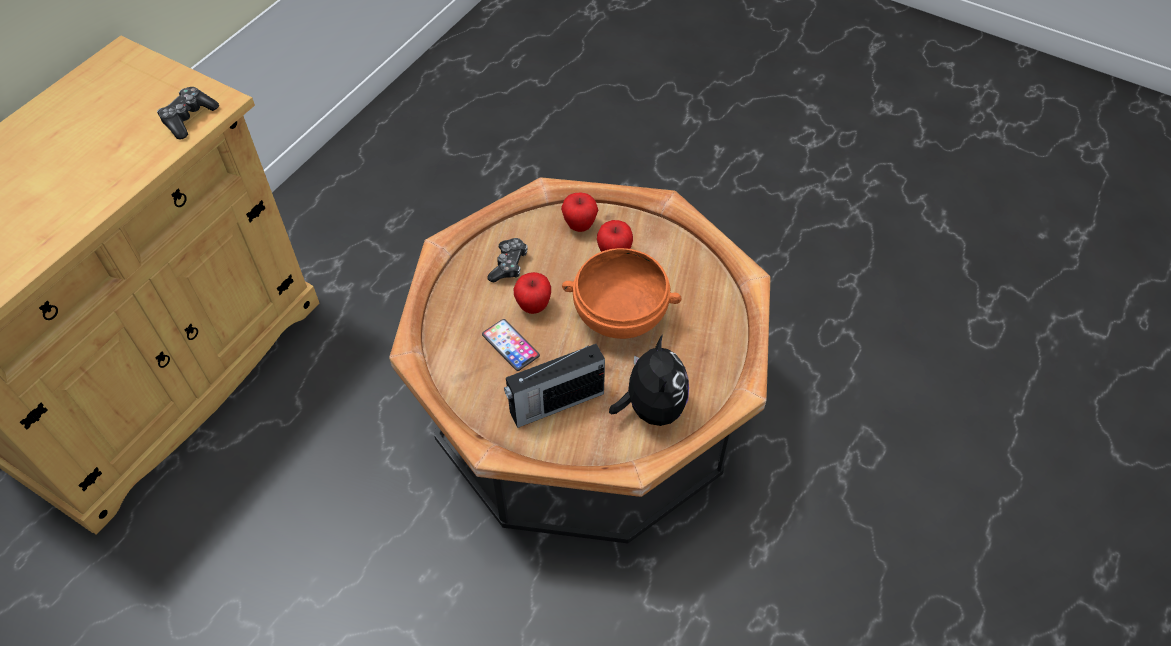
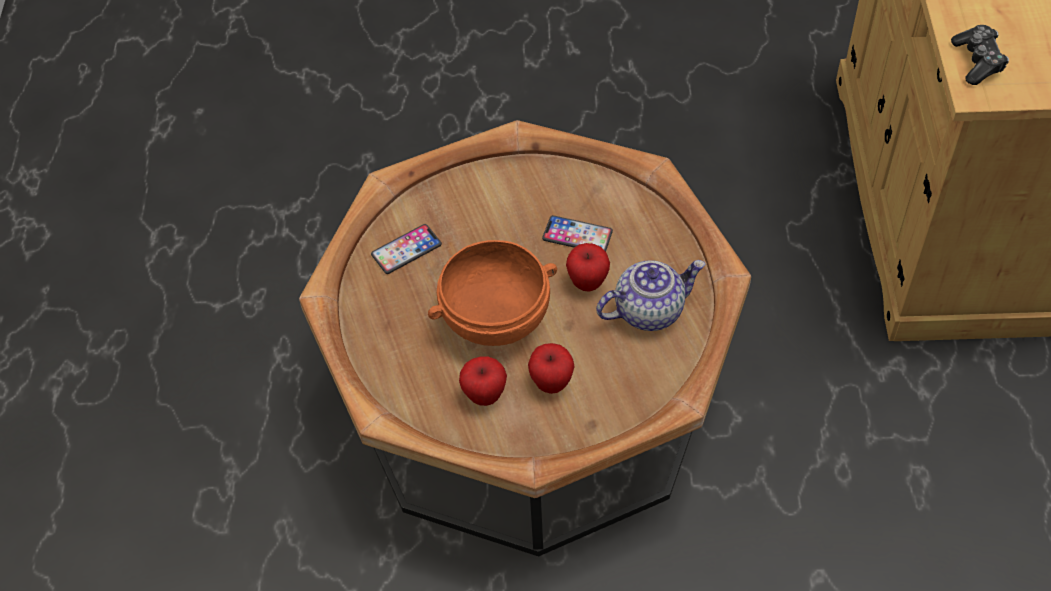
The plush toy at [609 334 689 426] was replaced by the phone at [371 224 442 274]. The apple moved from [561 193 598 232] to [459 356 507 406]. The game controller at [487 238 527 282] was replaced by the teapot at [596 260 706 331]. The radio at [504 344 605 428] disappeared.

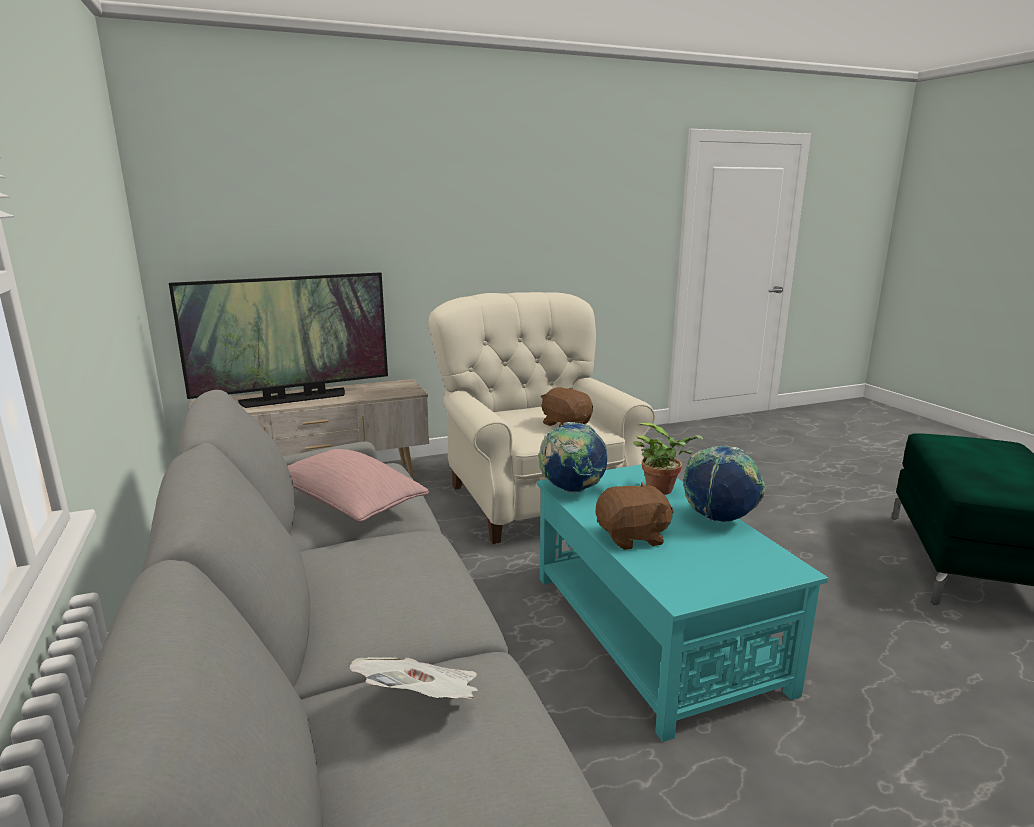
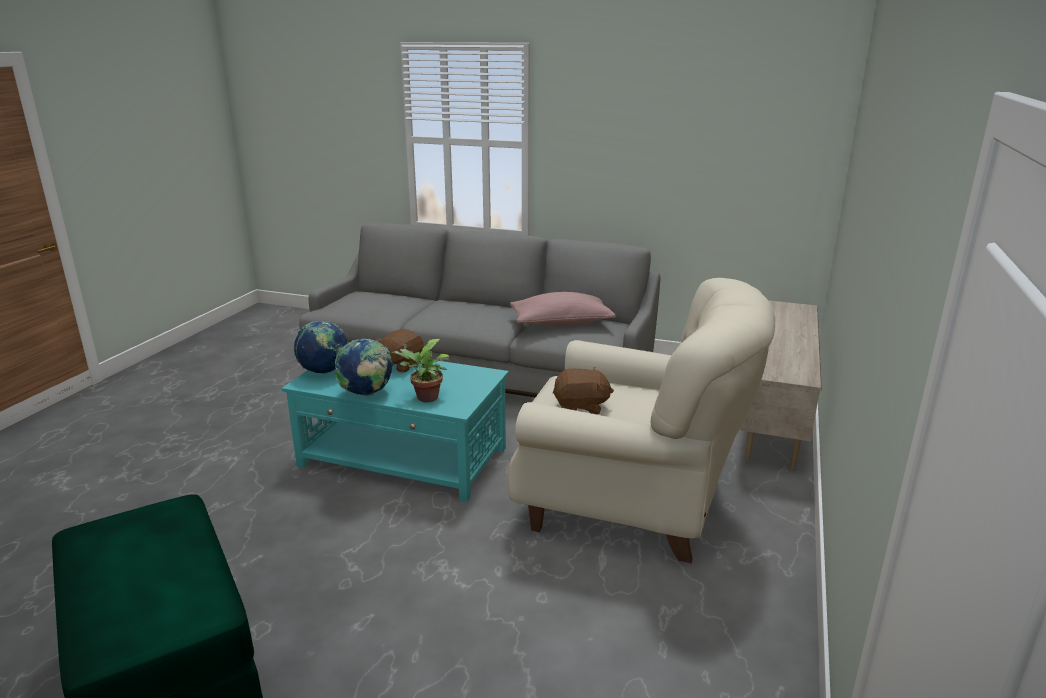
The globe moved from [539 422 607 493] to [294 321 347 374]. The television at [169 272 388 408] disappeared. The newspaper at [350 657 478 699] disappeared.

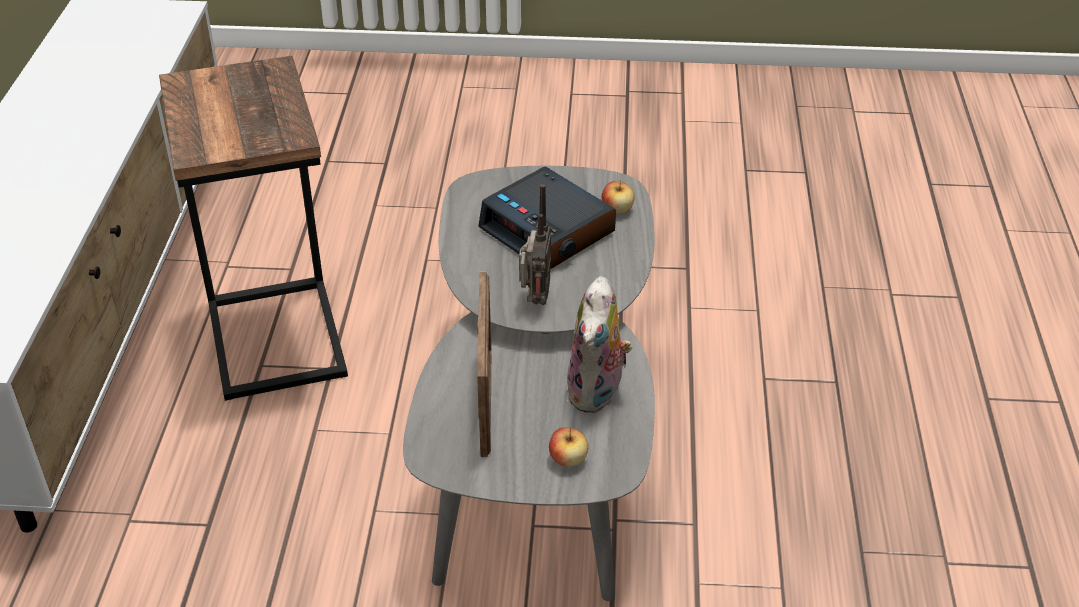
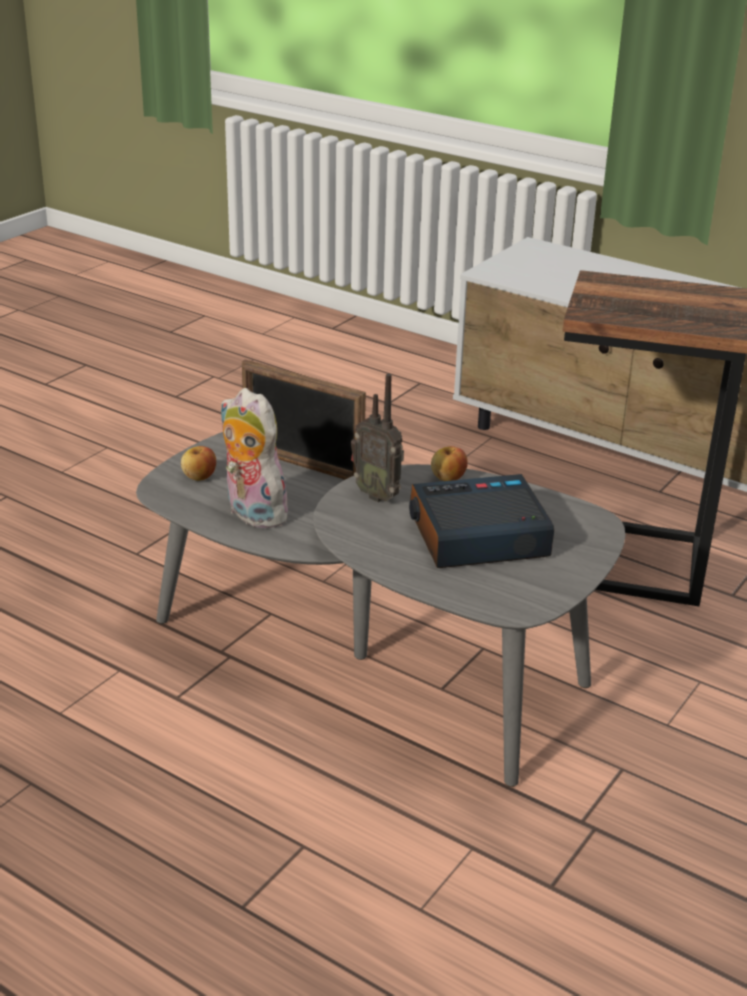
The apple moved from [602 180 635 214] to [431 446 468 481].

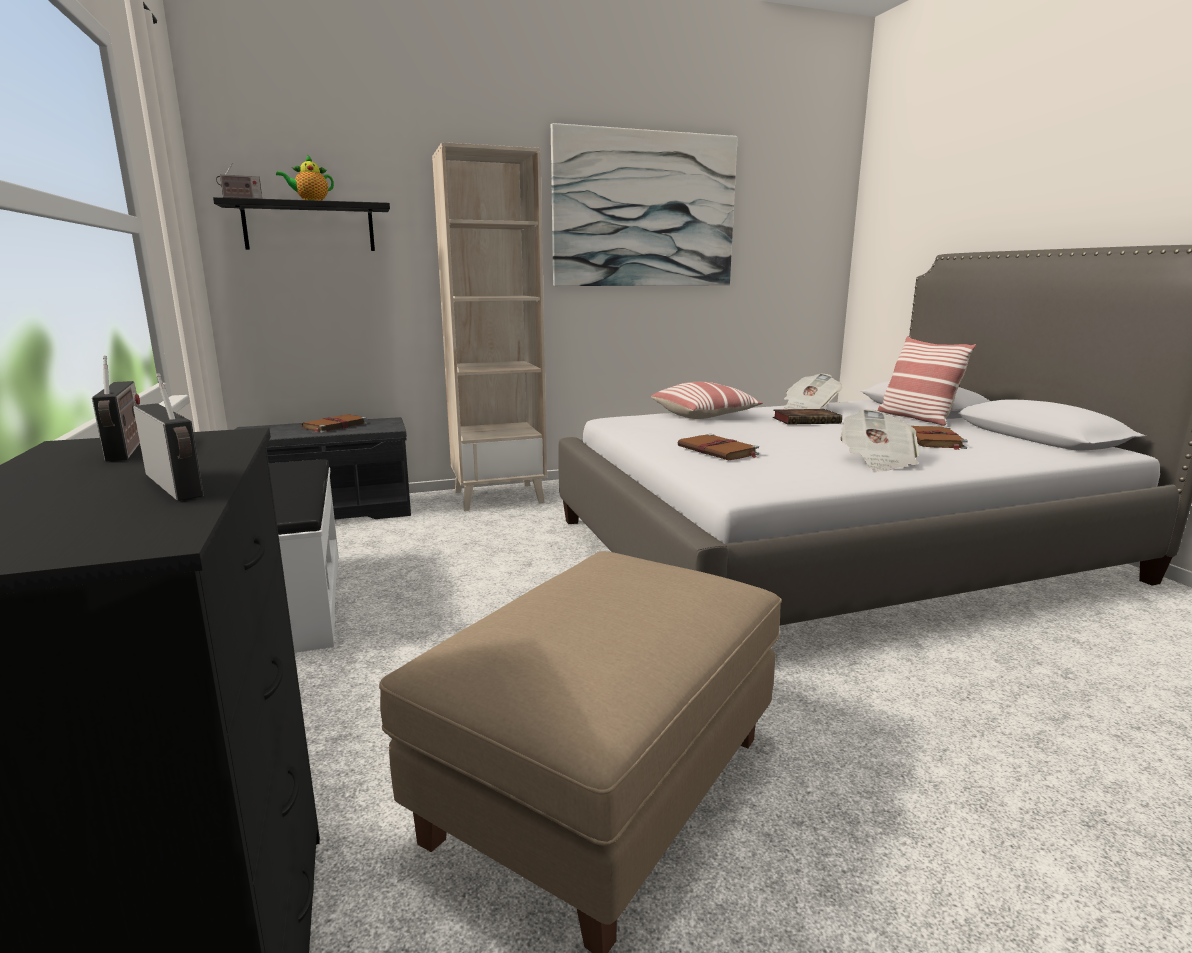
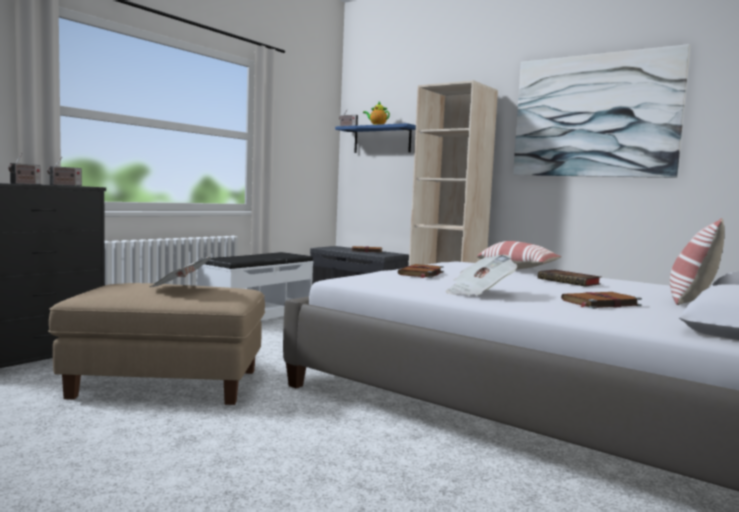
The newspaper moved from [783 374 842 409] to [150 256 212 287]. The black shelf at [213 197 390 251] became the blue shelf at [335 123 416 153].

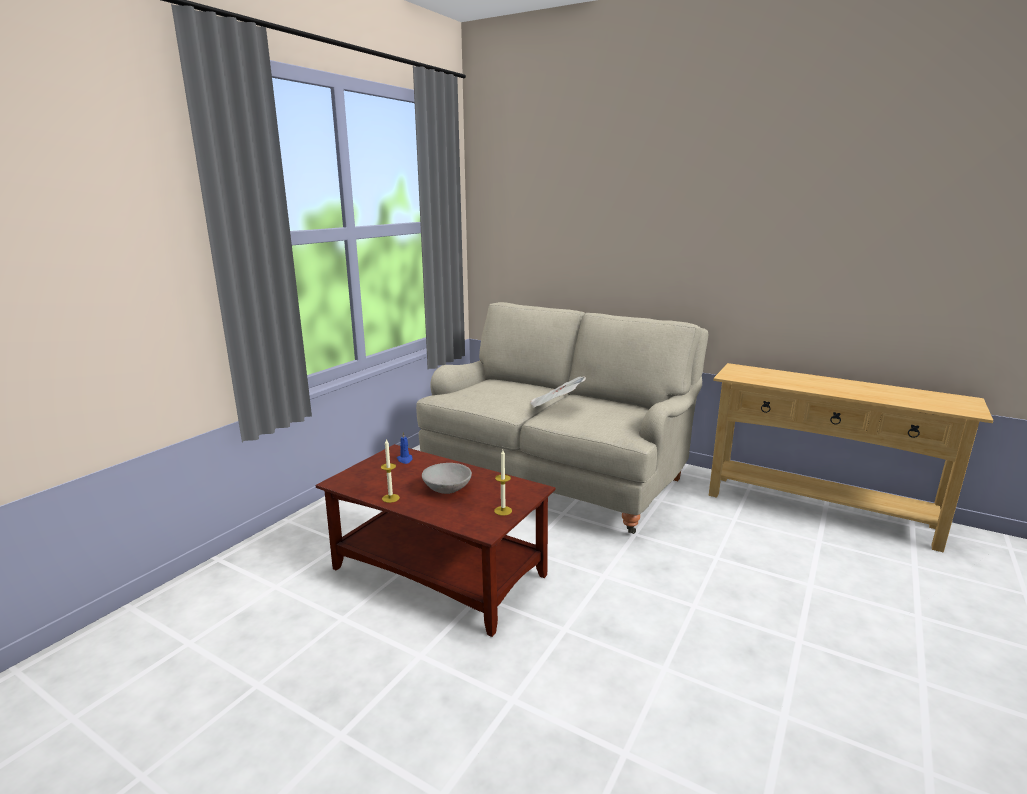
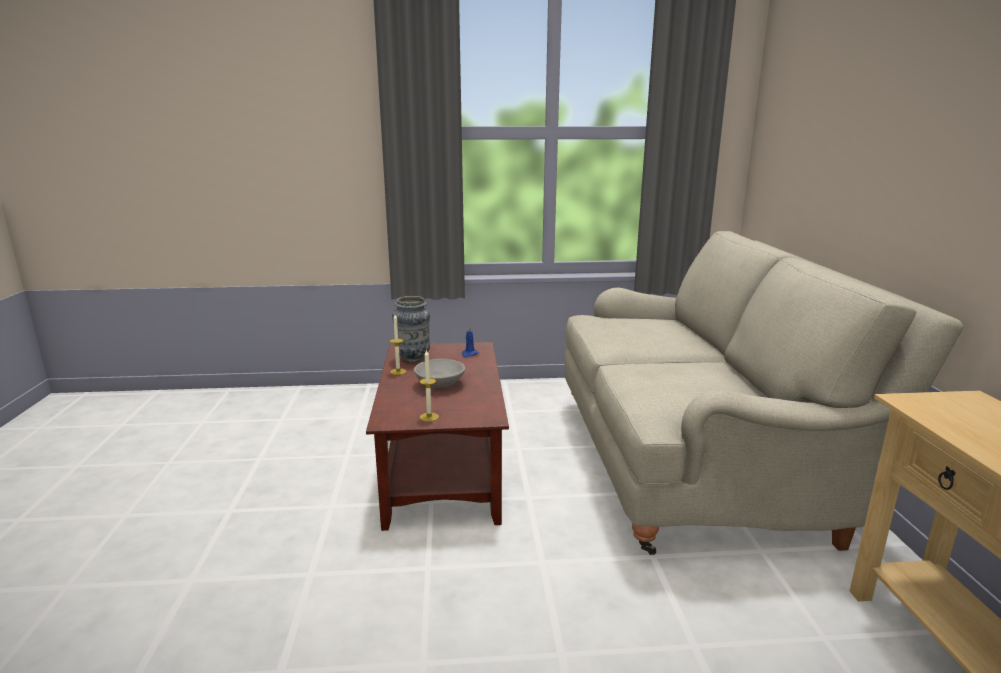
The vase at [392 296 430 363] appeared. The newspaper at [531 376 586 408] disappeared.

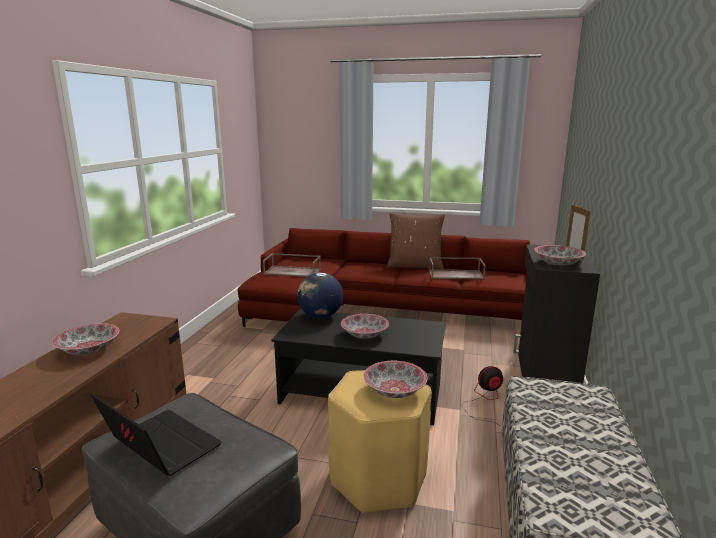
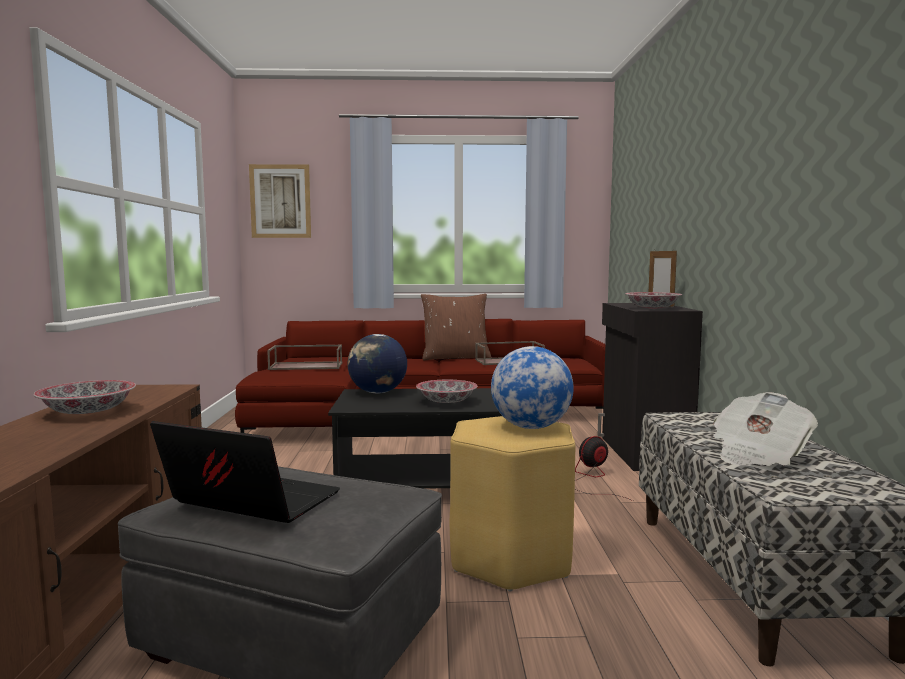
The picture at [249 164 311 238] appeared. The bowl at [364 361 428 398] was replaced by the globe at [491 346 574 429]. The newspaper at [713 392 818 466] appeared.

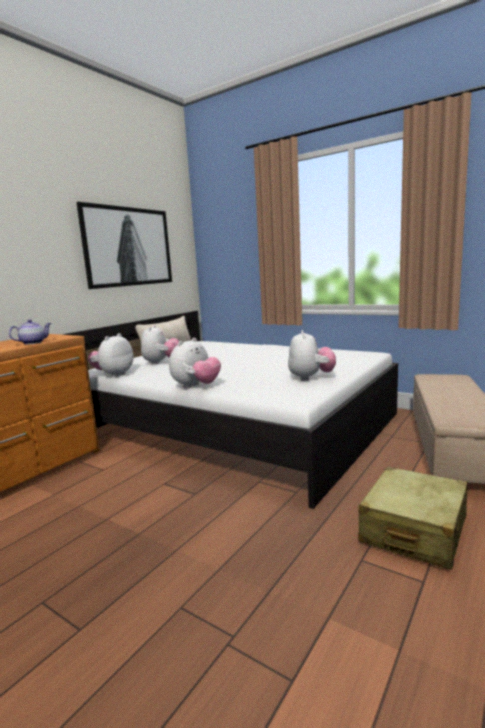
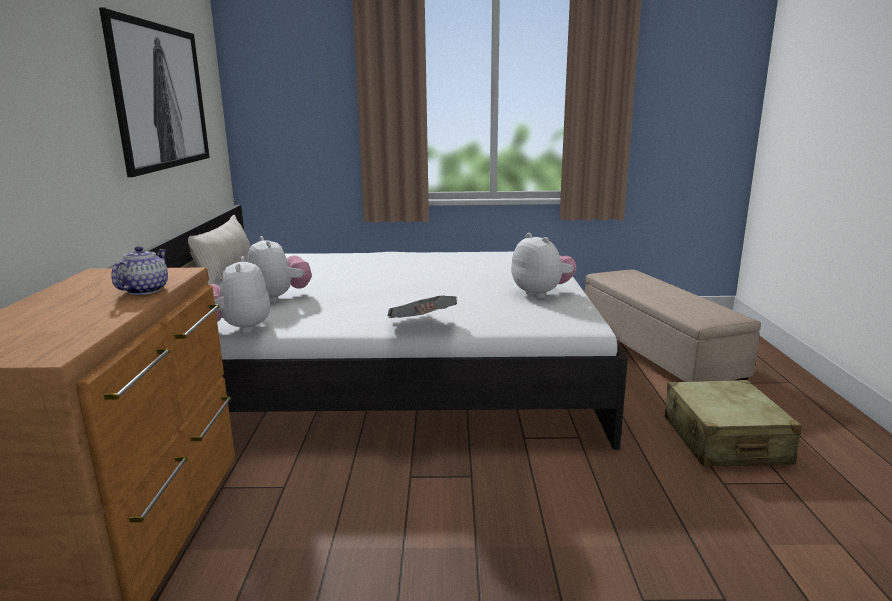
The plush toy at [169 338 221 389] was replaced by the newspaper at [387 296 457 318].

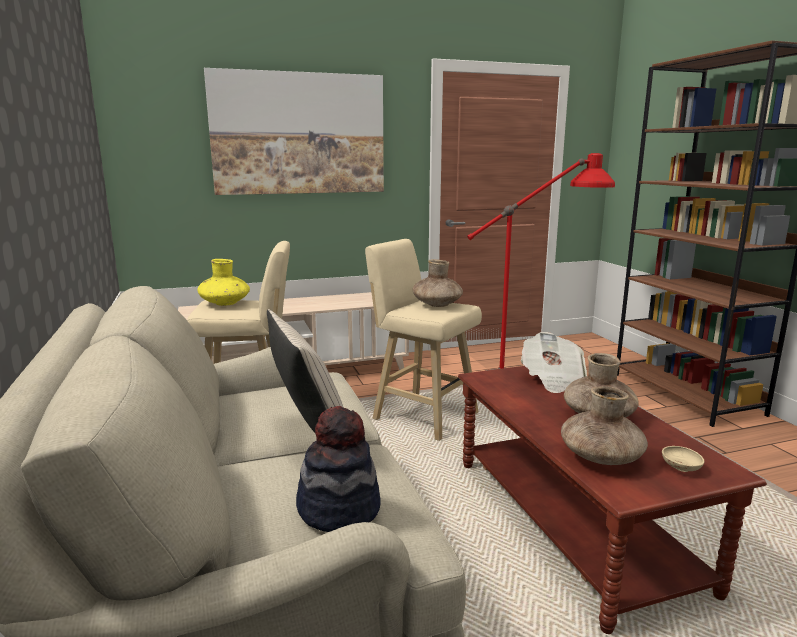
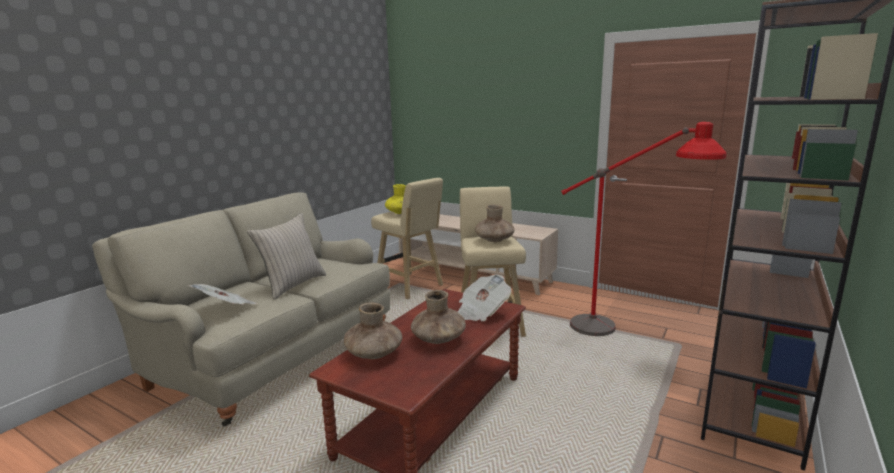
The hat at [296 406 381 532] was replaced by the newspaper at [188 284 258 305]. The picture at [204 68 384 195] disappeared. The beige bowl at [662 446 704 472] disappeared.

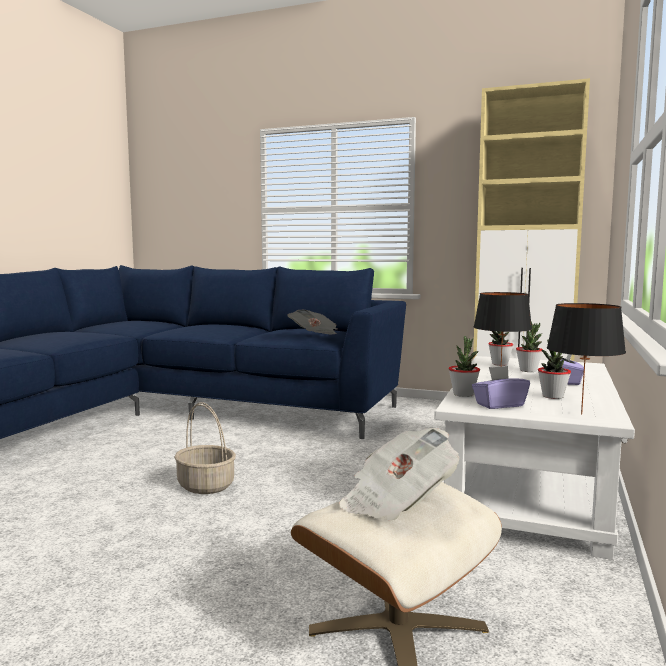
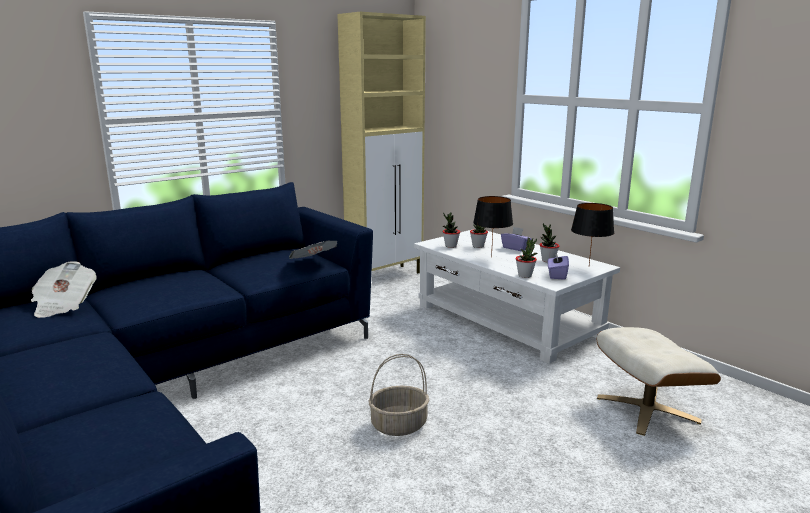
The newspaper moved from [339 428 459 521] to [31 261 96 318].

